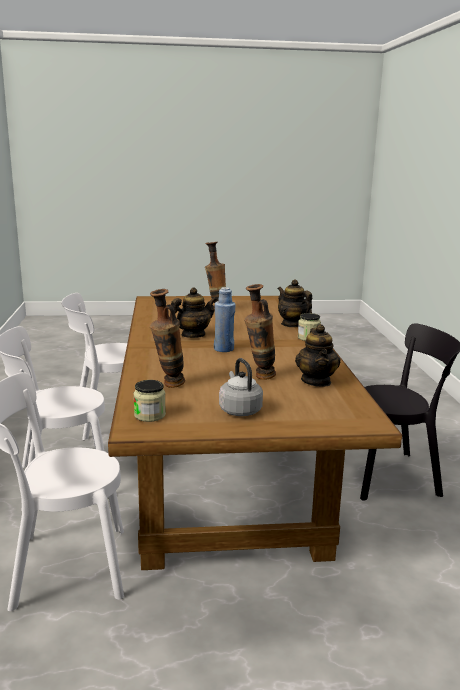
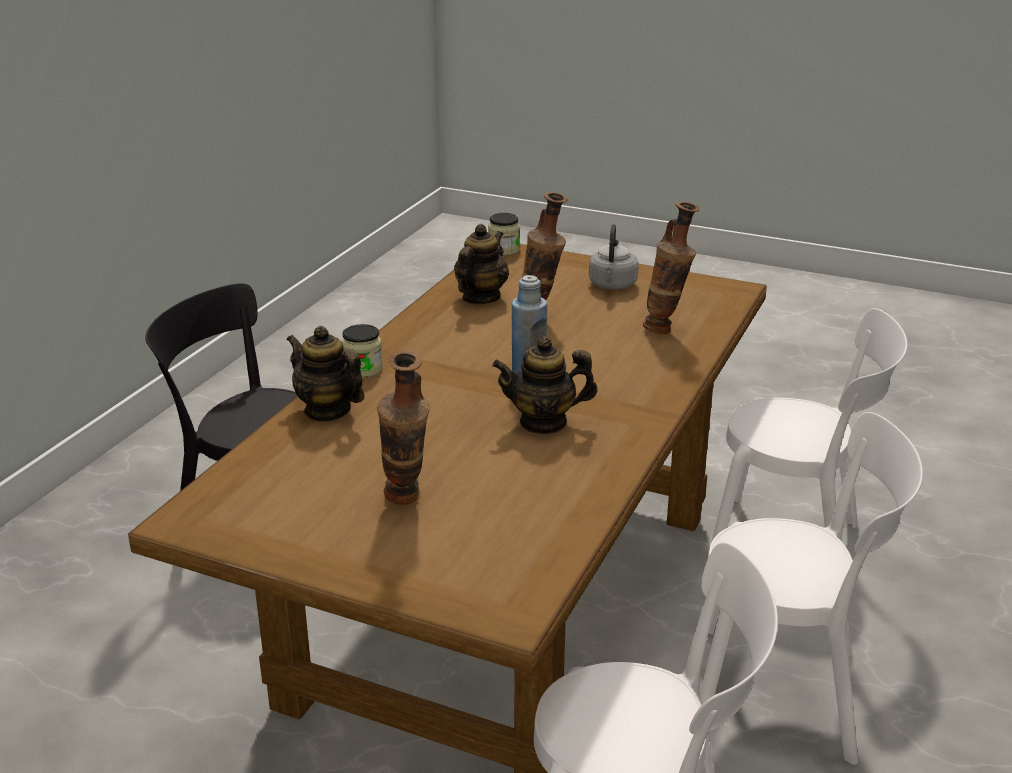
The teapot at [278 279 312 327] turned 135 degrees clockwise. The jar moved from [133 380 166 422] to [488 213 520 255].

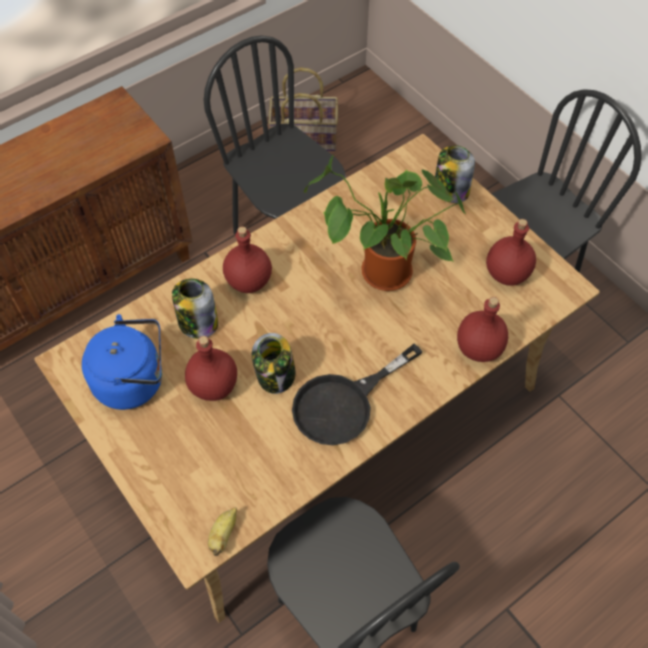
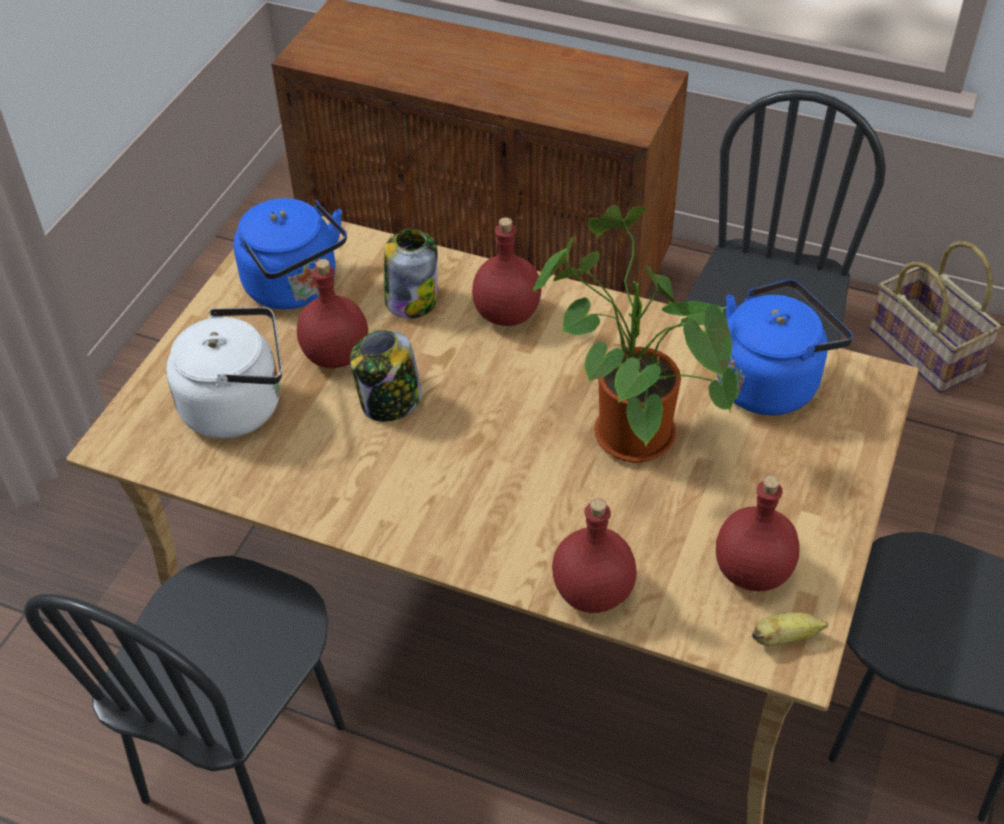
The white kettle at [166 307 282 438] appeared. The blue kettle at [717 279 853 415] appeared. The banana moved from [208 507 237 556] to [752 612 828 646]. The black frying pan at [292 344 422 445] disappeared. The jar at [435 145 475 203] disappeared.

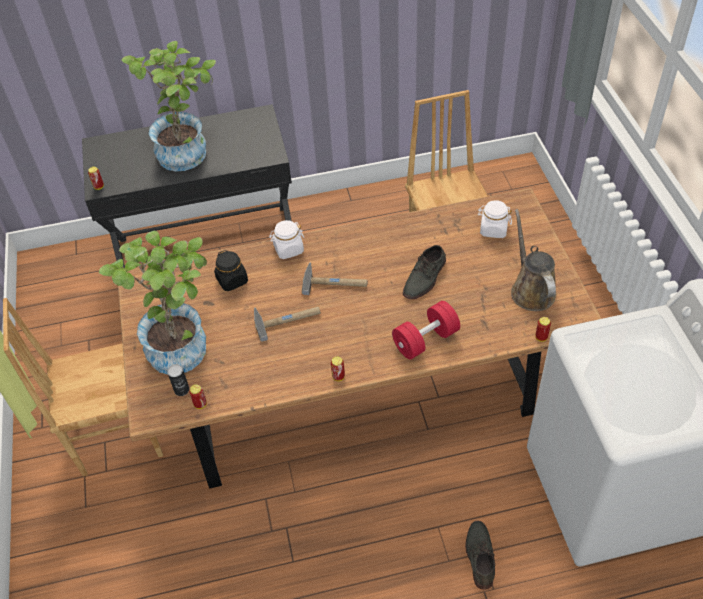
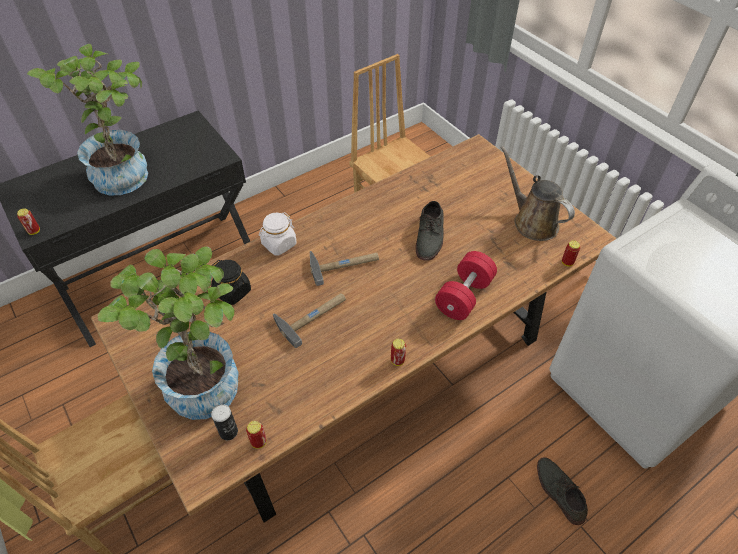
The white jar at [478 200 512 238] disappeared.

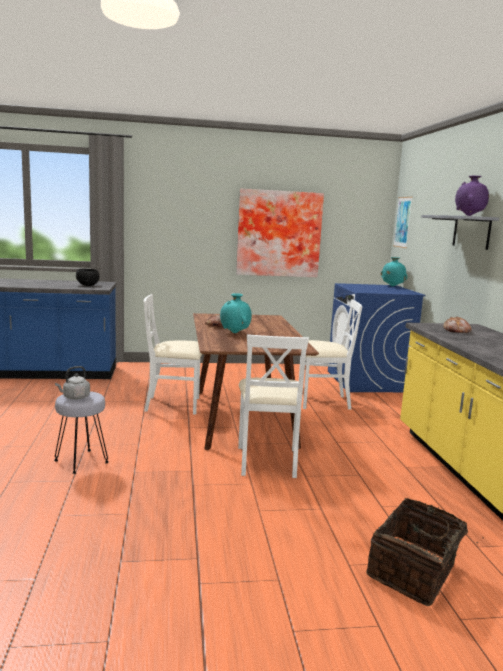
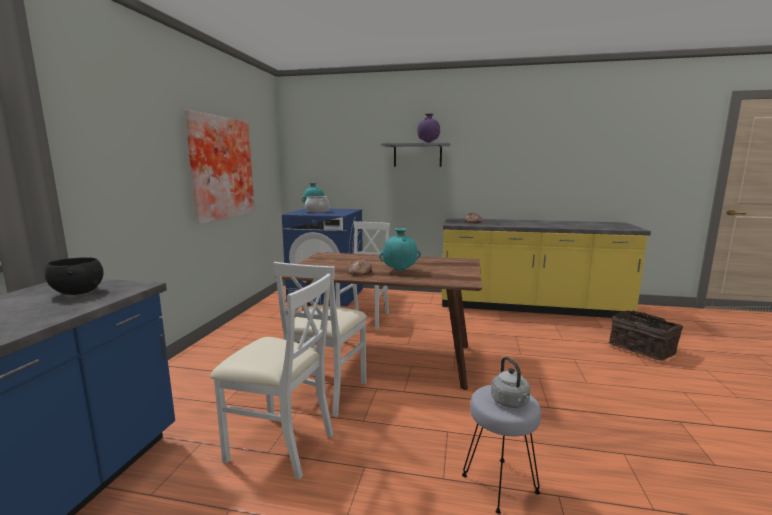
The white chair moved from [238 334 309 478] to [210 274 333 480]. The cooking pot at [305 196 329 213] appeared. The picture at [393 197 413 248] disappeared.

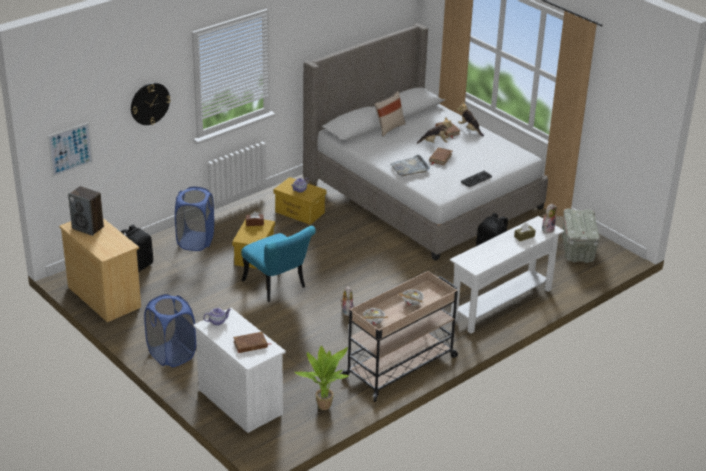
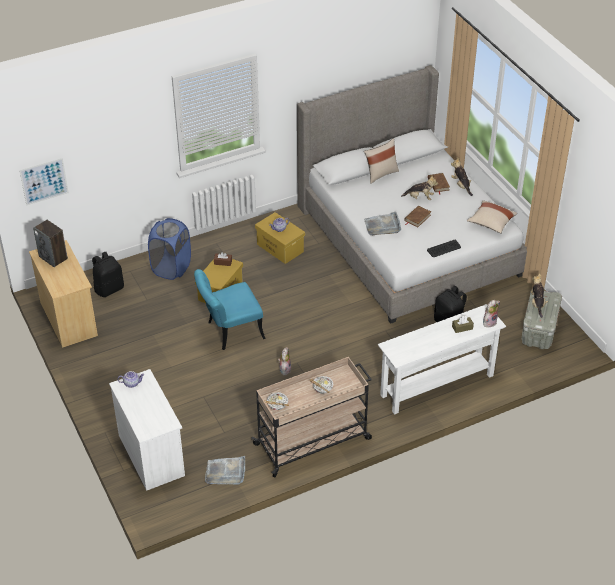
The turquoise chair at [241 226 316 302] turned 90 degrees clockwise. The potted plant at [295 345 350 410] was replaced by the grey tray at [205 456 245 485]. The beige pillow at [467 200 517 234] appeared. The plush toy at [531 273 548 318] appeared. The wall clock at [131 83 171 125] disappeared. The blue laundry basket at [144 294 196 367] disappeared. The brown book at [233 332 272 353] disappeared.

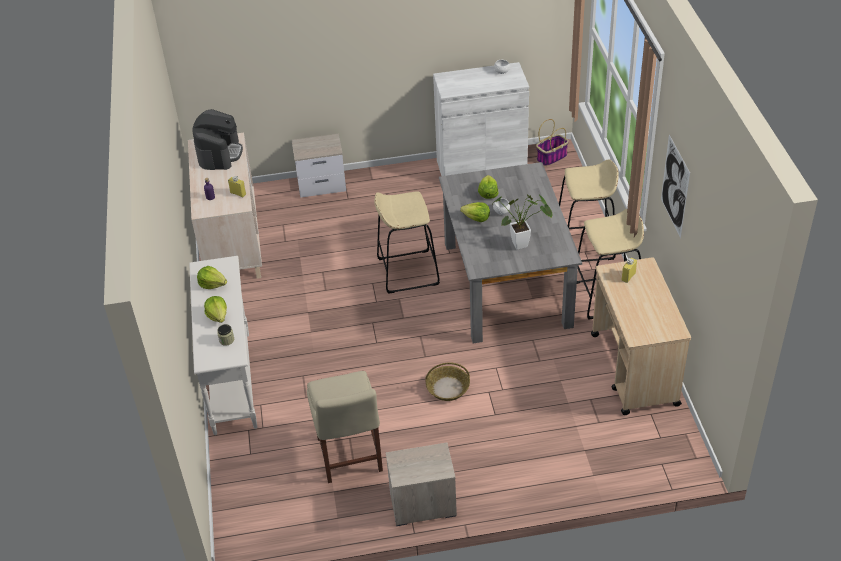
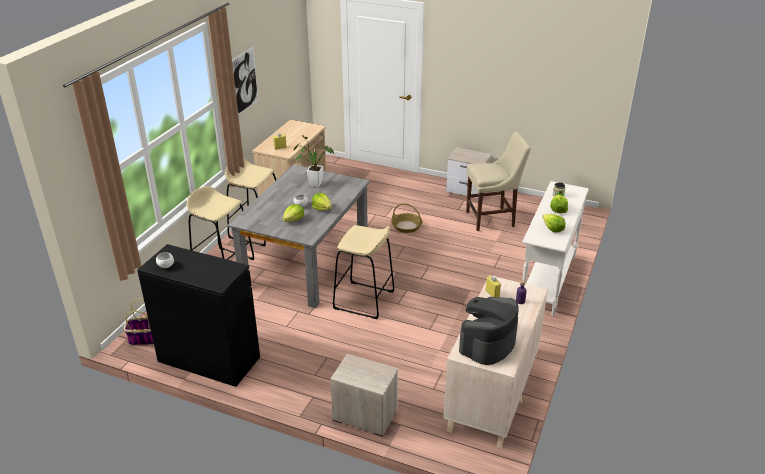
The white cabinet at [433 62 529 176] became the black cabinet at [137 244 260 387]. The beige chair at [307 371 383 483] turned 60 degrees clockwise.

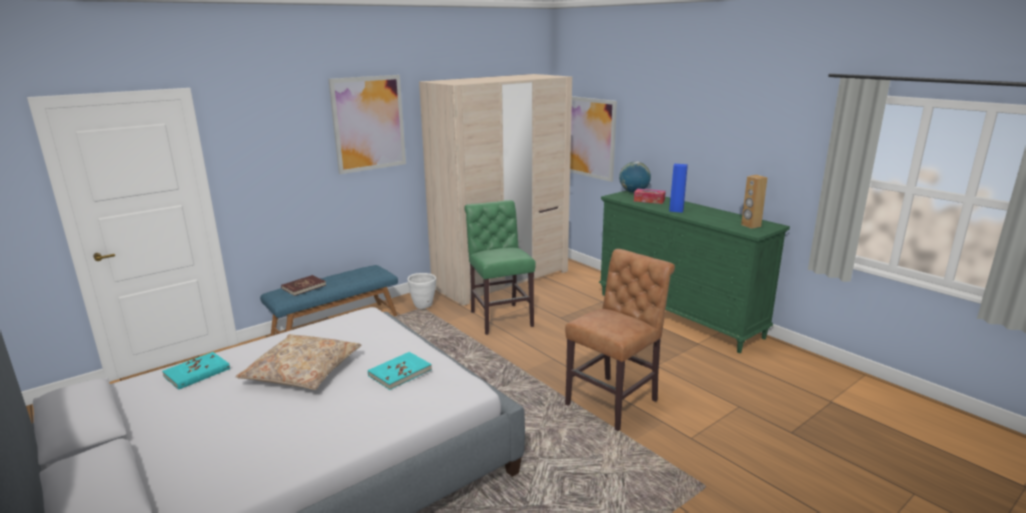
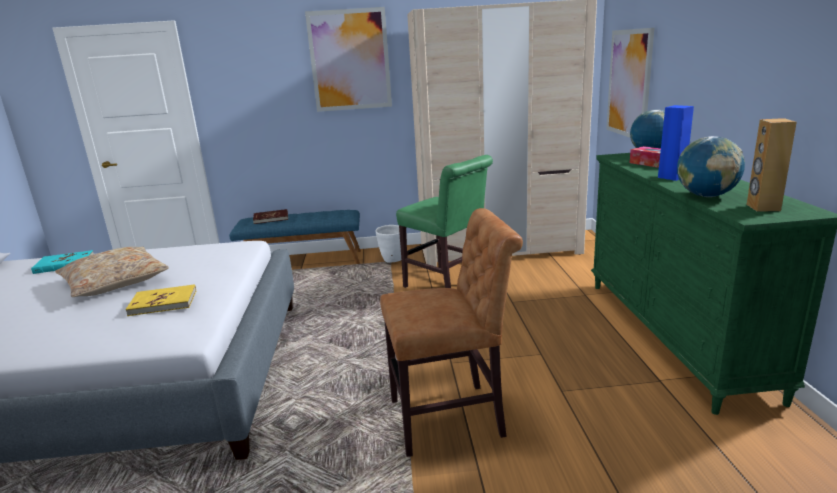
The turquoise book at [368 352 432 390] became the yellow book at [125 284 196 316]. The green chair at [464 200 536 335] turned 120 degrees clockwise. The globe at [677 136 745 197] appeared.

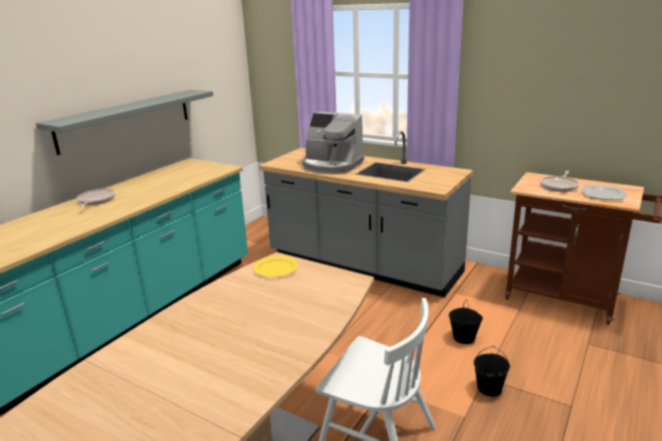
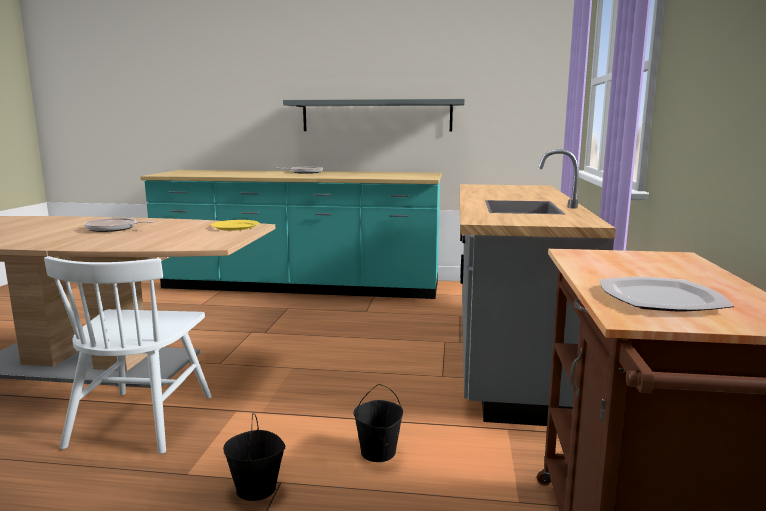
The frying pan moved from [540 171 579 192] to [84 218 154 232]. The coffee machine at [302 112 364 174] disappeared.

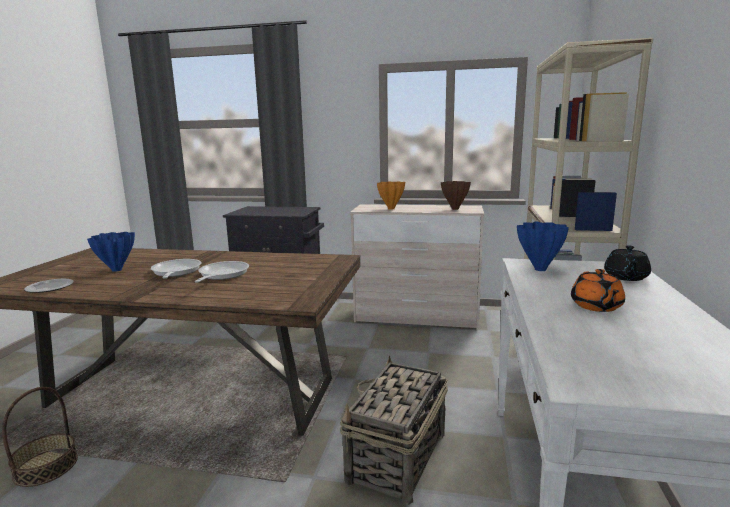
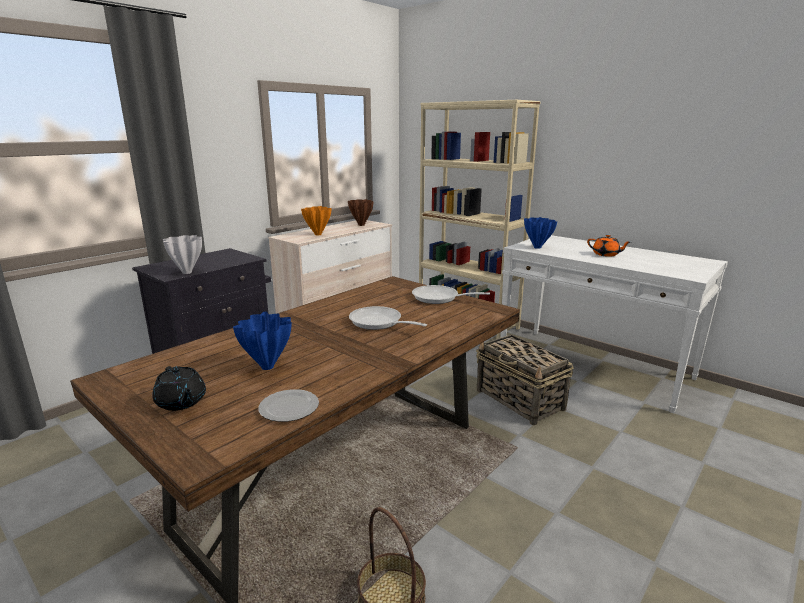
The black teapot moved from [604 246 651 281] to [152 366 206 411]. The white vase at [163 235 202 274] appeared. The frying pan moved from [151 259 202 279] to [412 285 490 304].

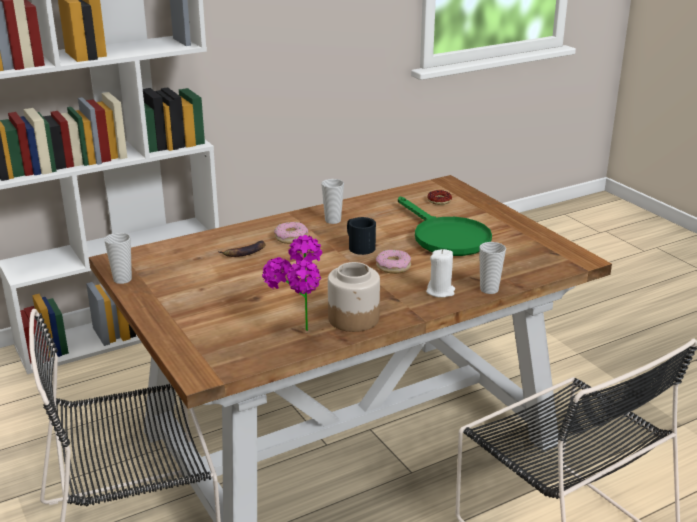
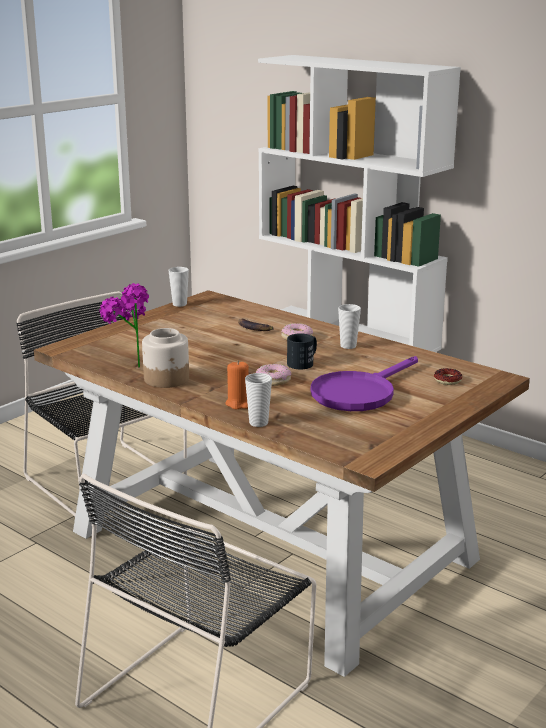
The white candle at [426 249 455 298] became the orange candle at [226 360 249 409]. The green frying pan at [398 197 492 256] became the purple frying pan at [311 356 418 411].

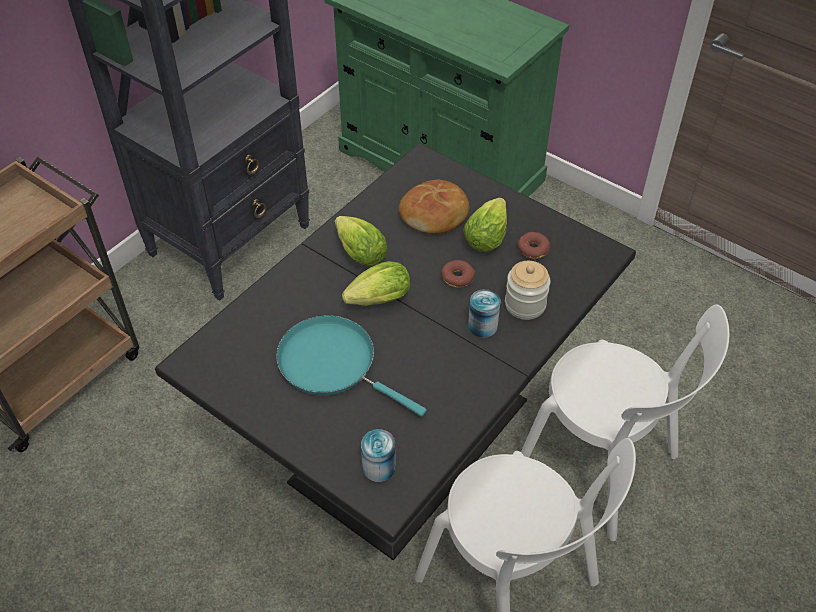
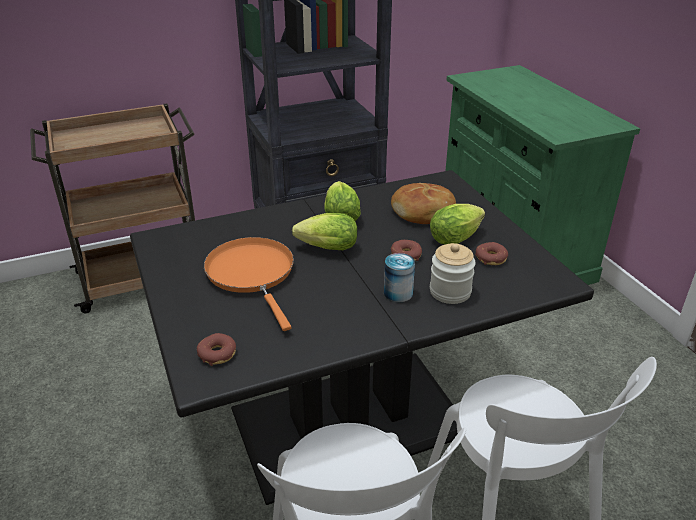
The can at [361 429 396 482] was replaced by the donut at [197 333 236 366]. The turquoise frying pan at [276 315 427 417] became the orange frying pan at [204 237 294 331].

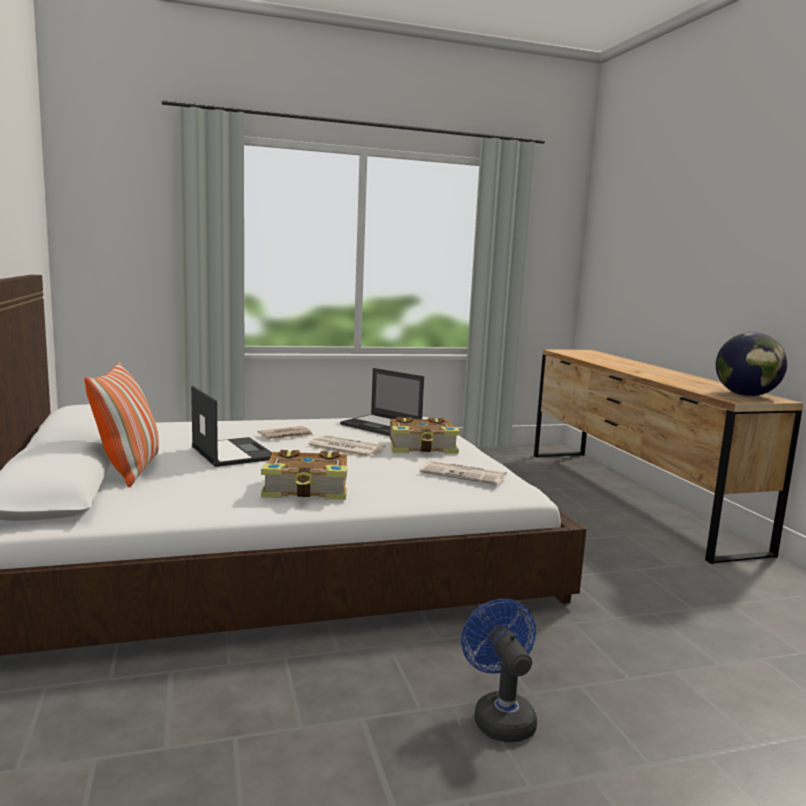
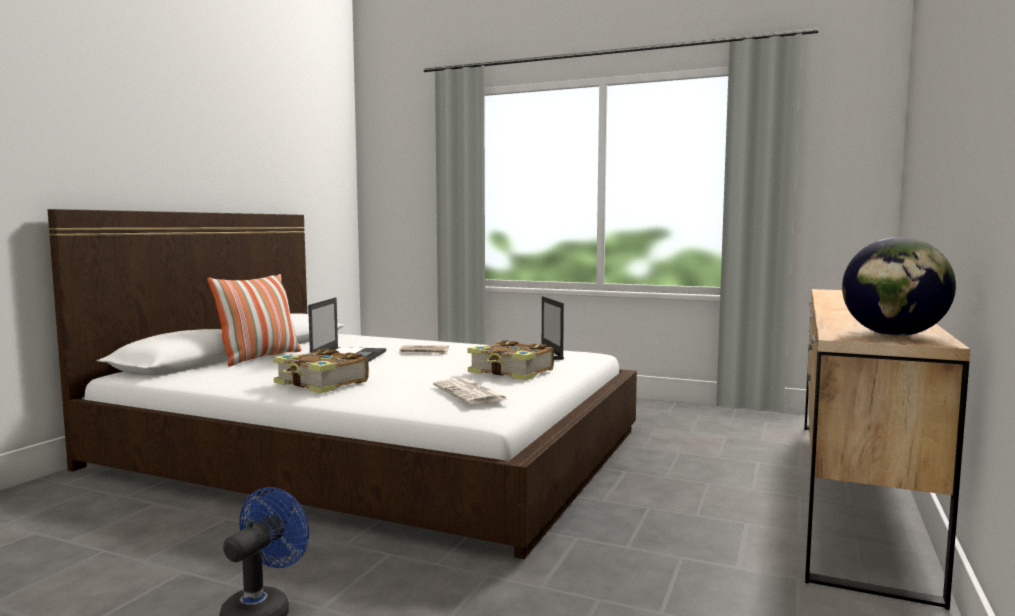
The newspaper at [307 435 386 458] disappeared.

